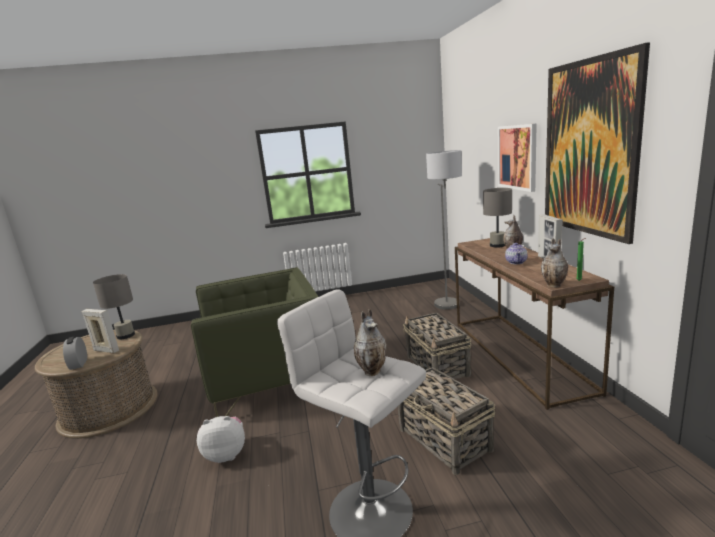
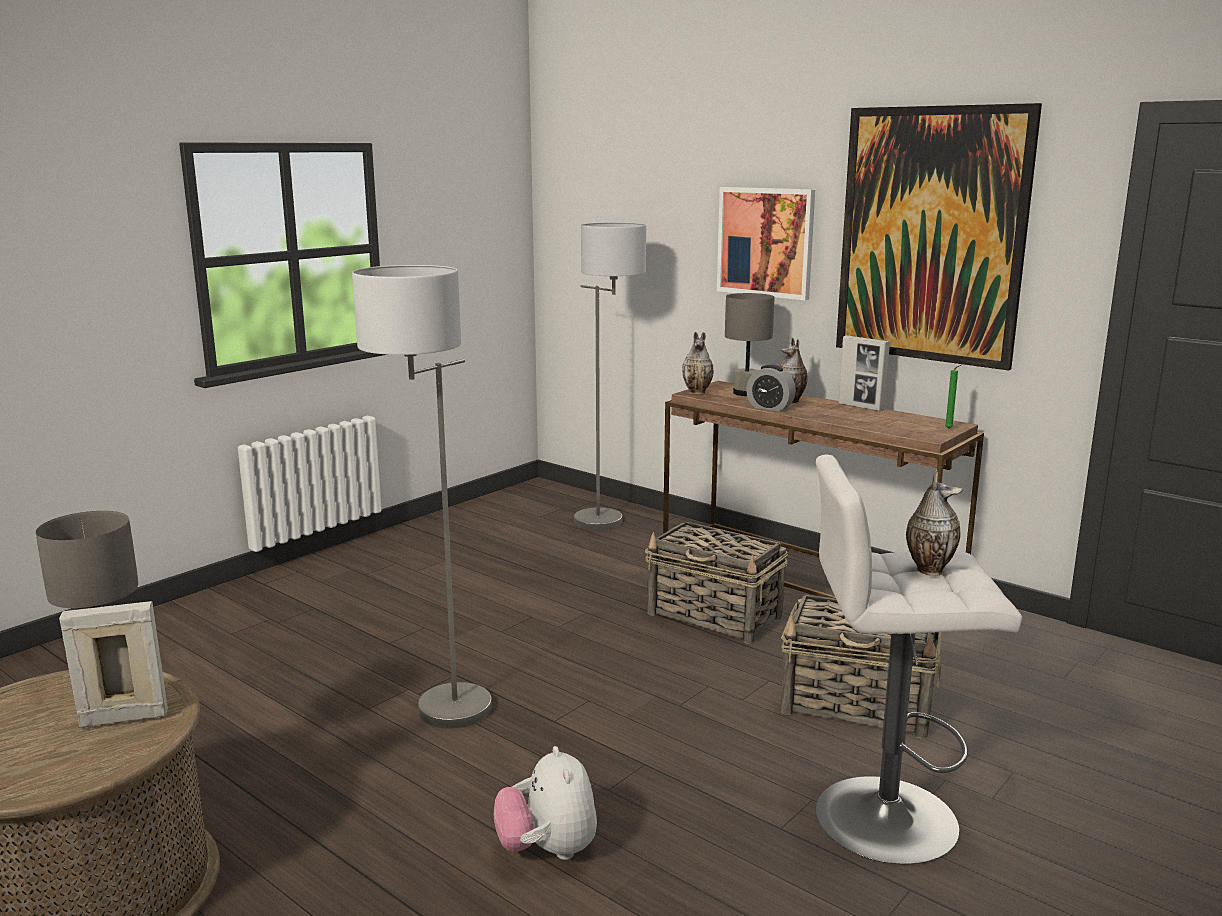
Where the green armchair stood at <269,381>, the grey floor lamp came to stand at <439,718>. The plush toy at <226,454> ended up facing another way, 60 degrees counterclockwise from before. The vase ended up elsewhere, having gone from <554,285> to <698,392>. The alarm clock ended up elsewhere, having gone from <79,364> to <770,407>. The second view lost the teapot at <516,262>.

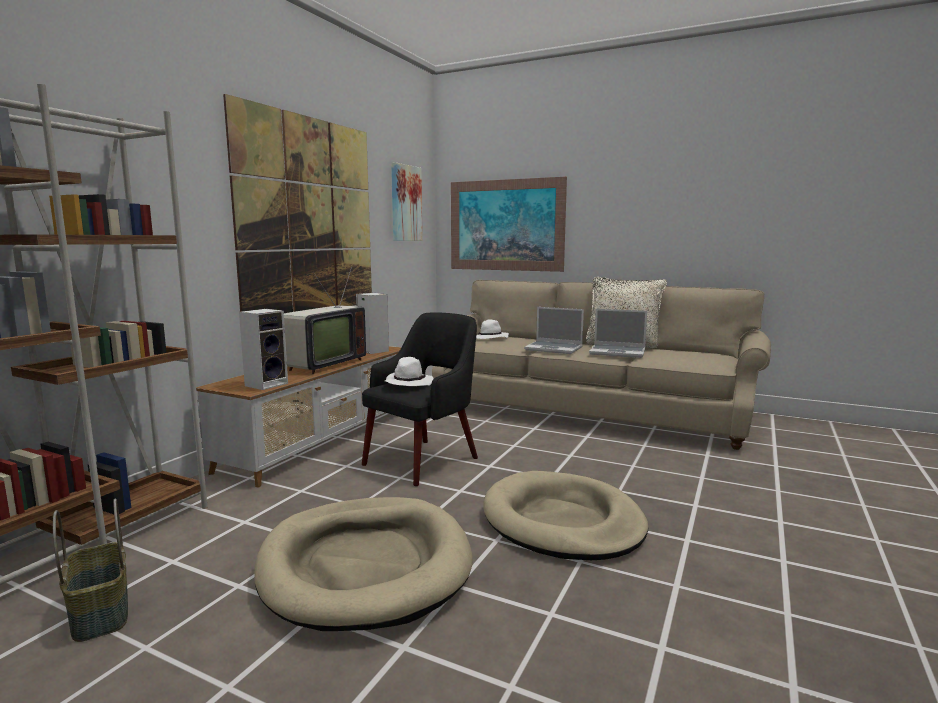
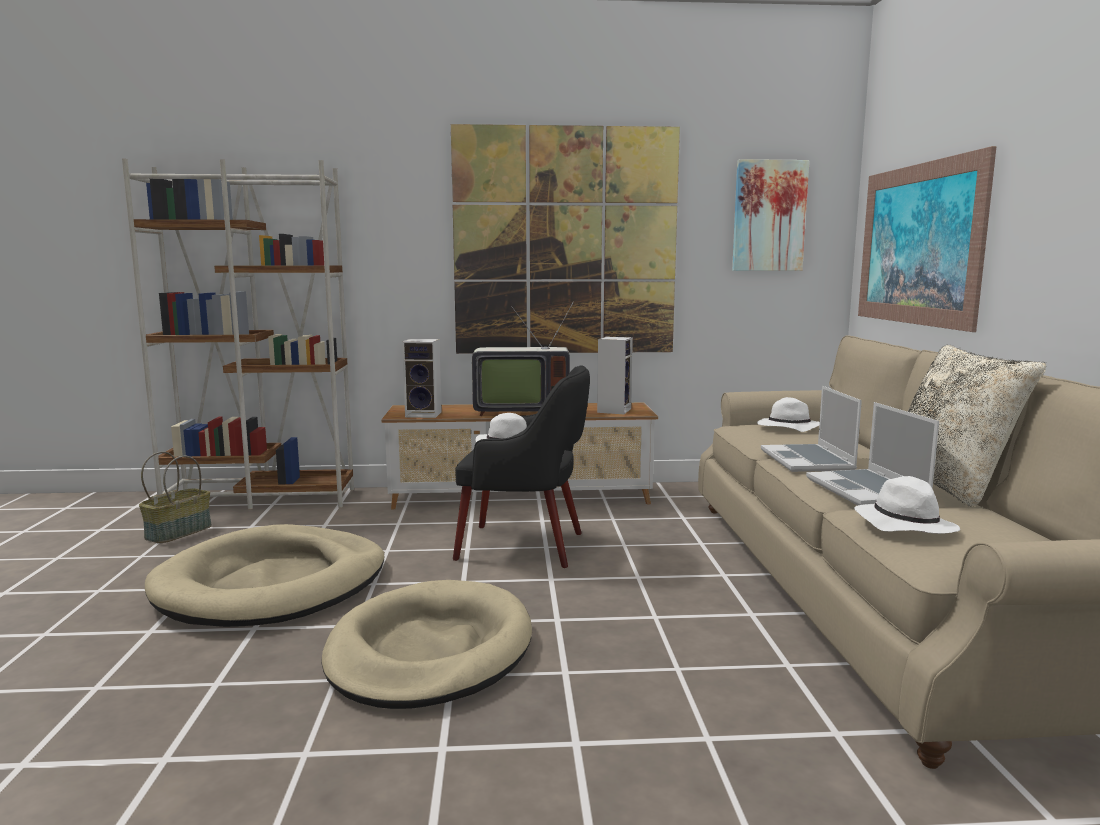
The second view gained the white hat at <903,525>.

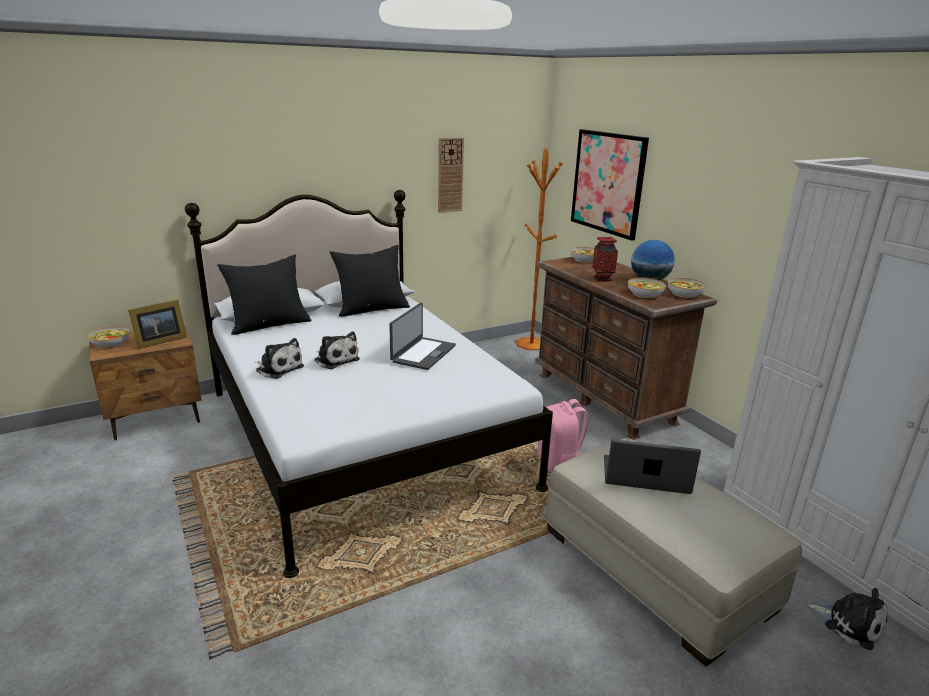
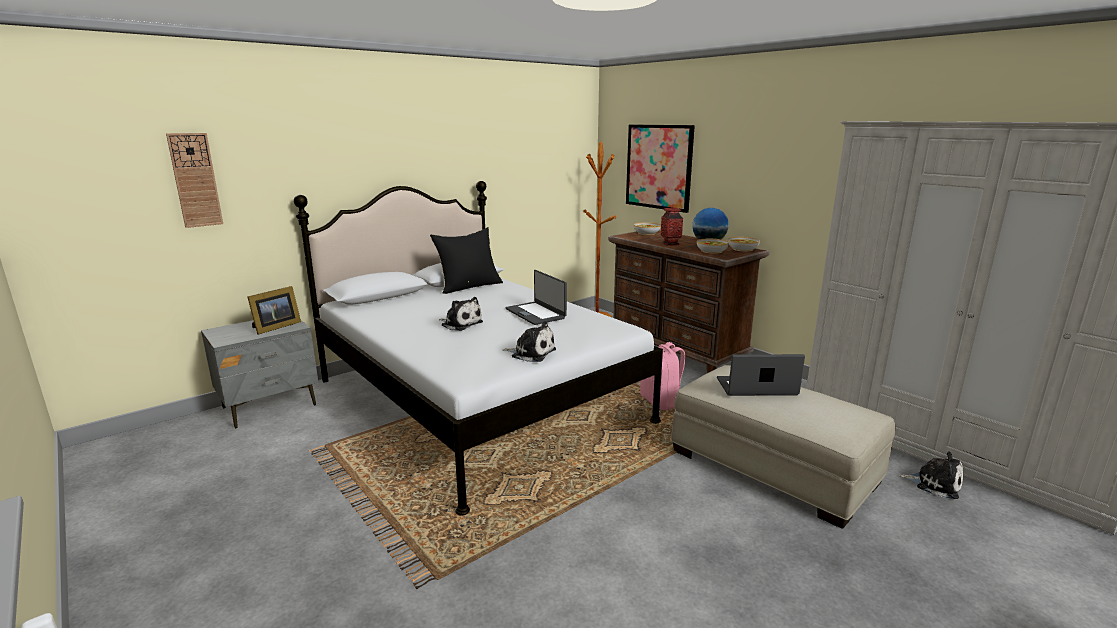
The wall clock ended up elsewhere, having gone from <450,175> to <195,180>. What was the brown nightstand at <156,418> turned into the grey nightstand at <270,406>. The plush toy ended up elsewhere, having gone from <278,368> to <531,353>. The laptop at <423,353> ended up facing another way, 135 degrees clockwise from before. The second view lost the bowl at <111,343>. The second view lost the black pillow at <269,324>.

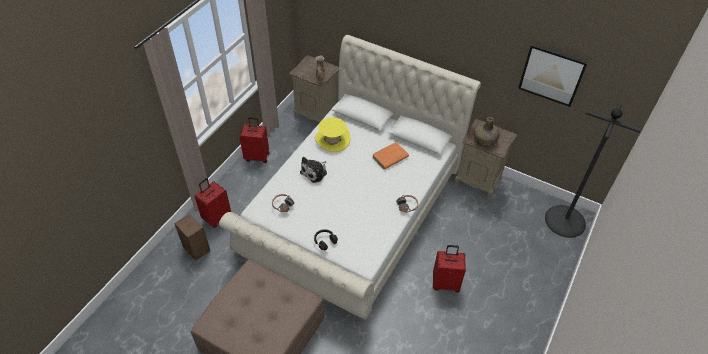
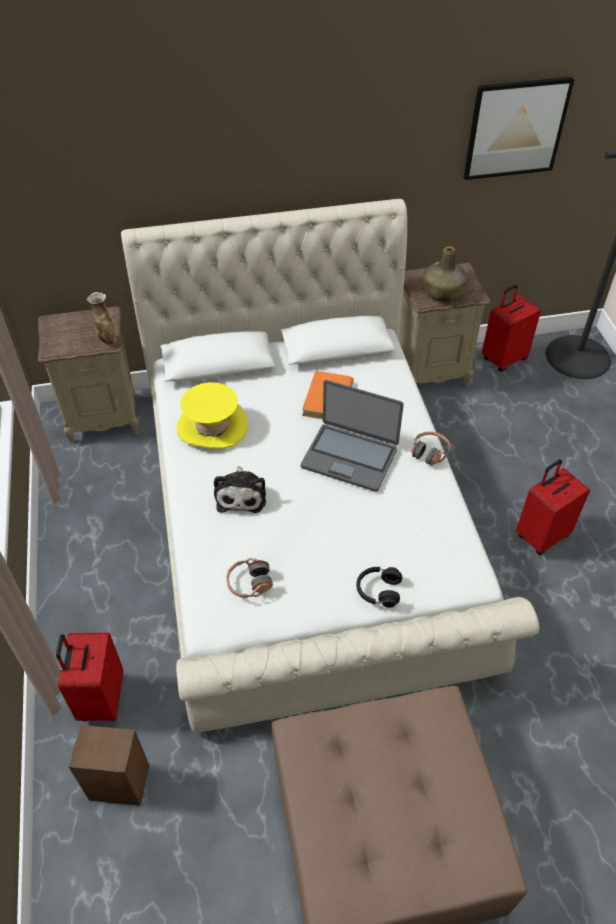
The second view gained the laptop at <350,457>. The red suitcase ended up elsewhere, having gone from <257,156> to <503,359>.

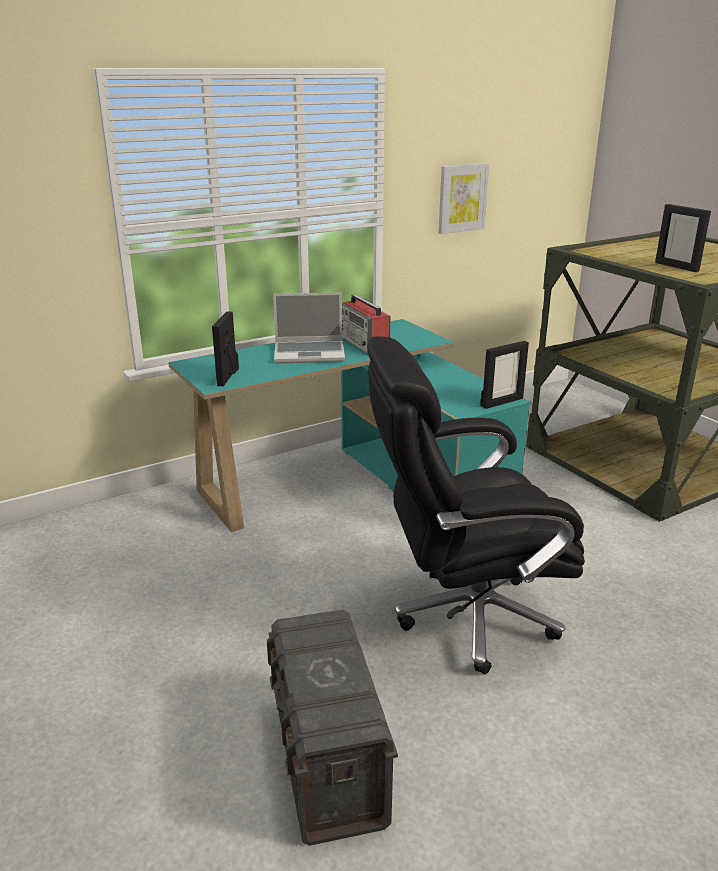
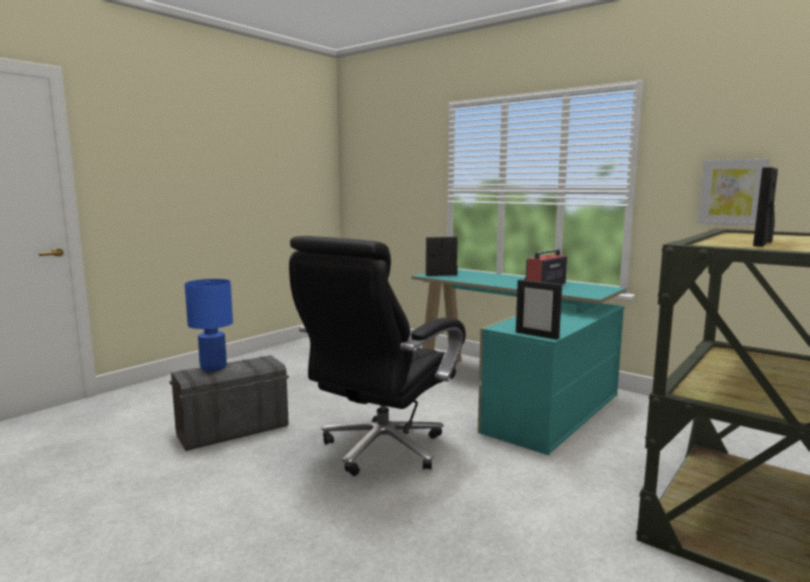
The second view gained the blue table lamp at <213,369>. The black office chair at <466,618> ended up facing another way, 120 degrees counterclockwise from before. The second view lost the laptop at <310,353>.

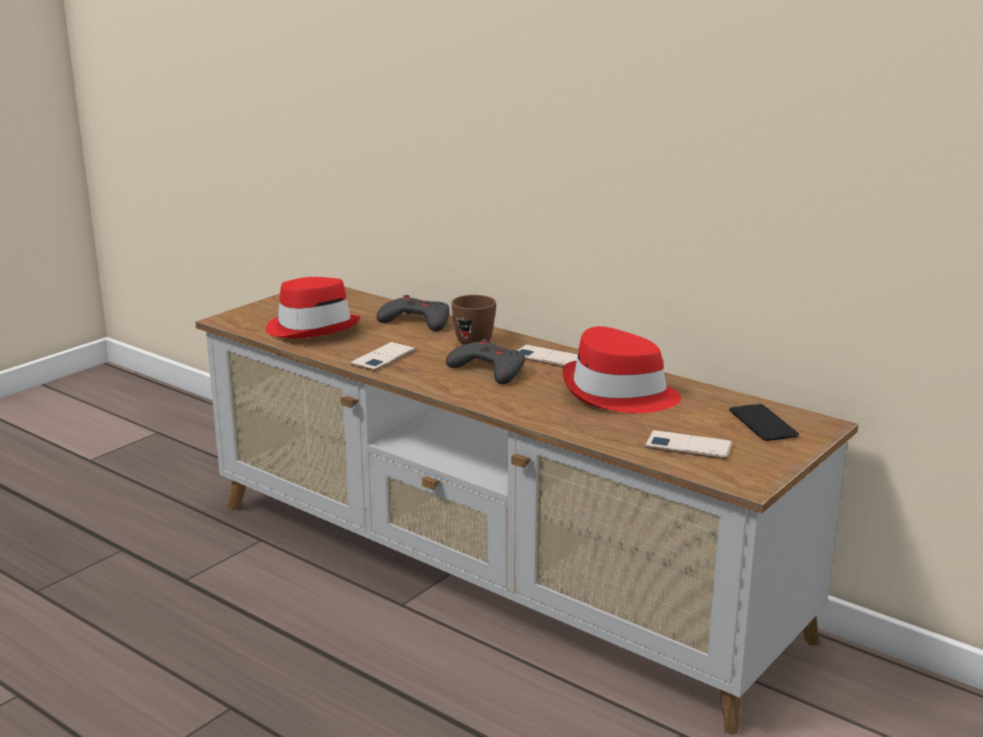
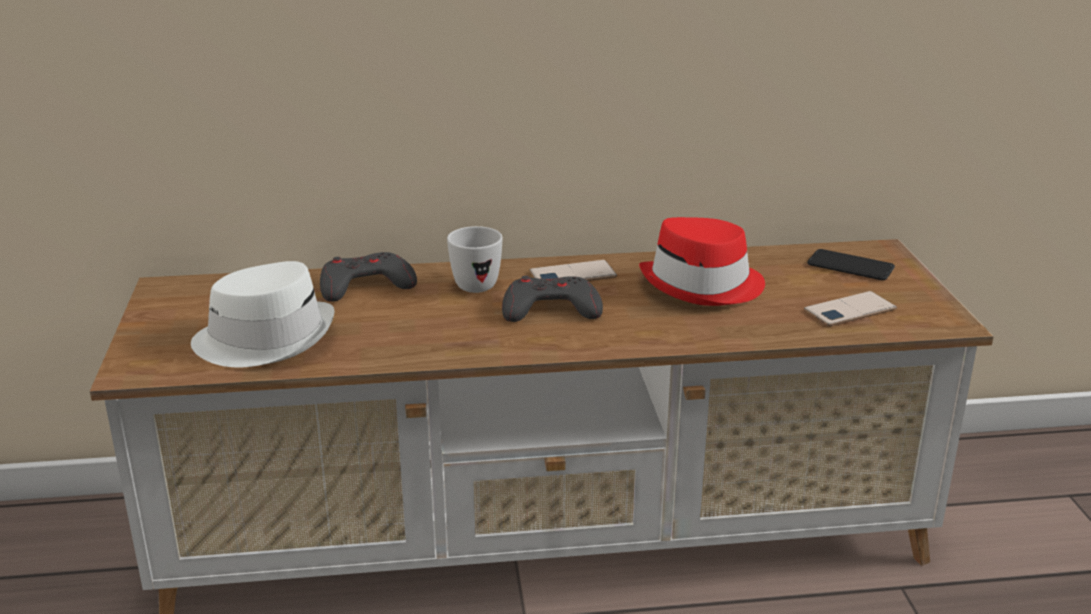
What was the red hat at <312,328> turned into the white hat at <266,338>. What was the brown mug at <478,341> turned into the white mug at <473,283>. The second view lost the phone at <383,357>.

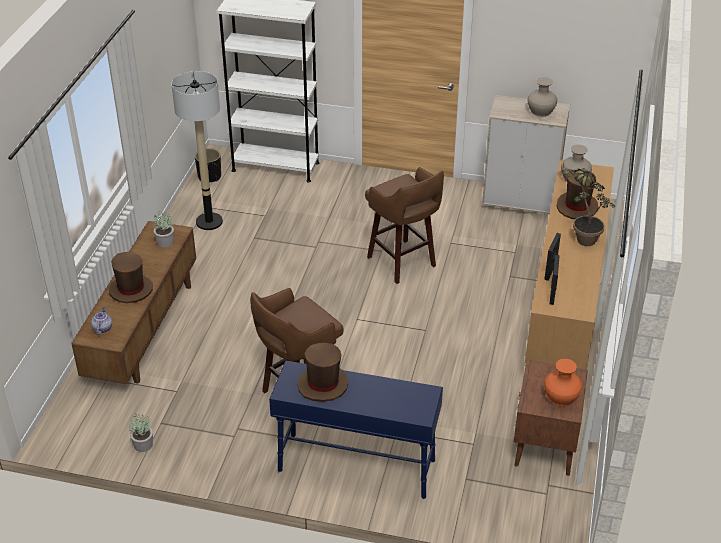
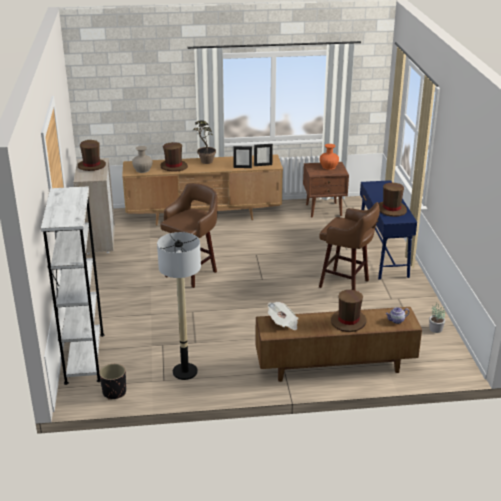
Where the beige vase stood at <541,111>, the brown hat came to stand at <91,166>. Where the potted plant stood at <165,242>, the newspaper came to stand at <283,323>.

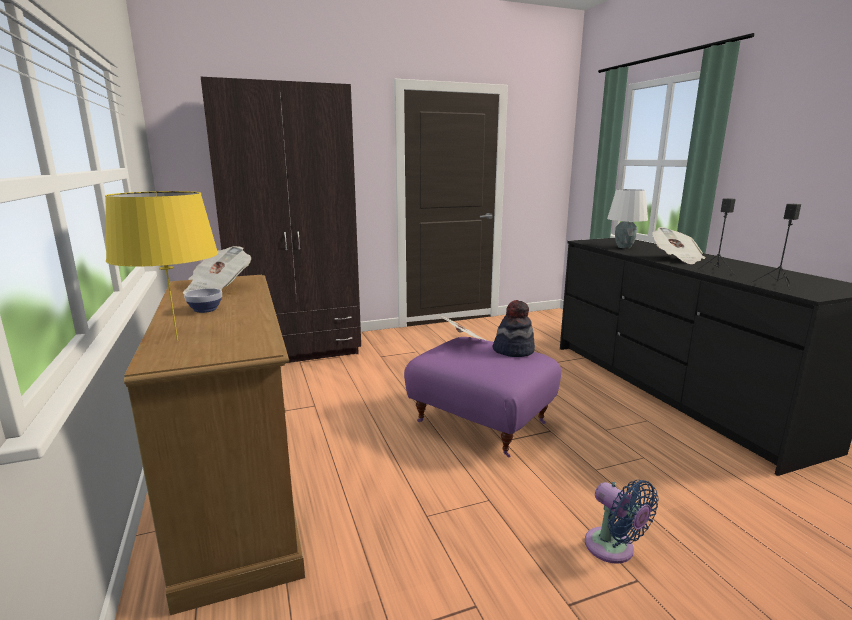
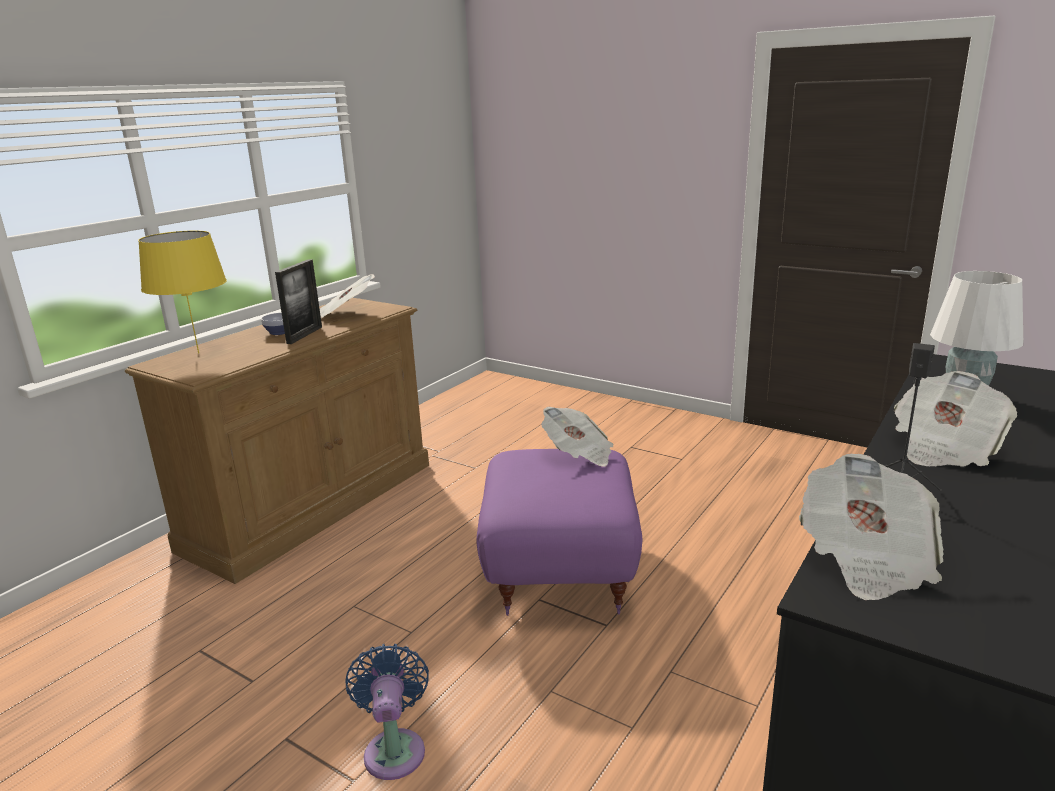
The second view gained the picture frame at <304,335>. The blue fan at <613,549> ended up facing another way, 150 degrees clockwise from before. Where the black speaker stood at <777,285>, the newspaper came to stand at <866,558>. The second view lost the brown wardrobe at <298,351>. The second view lost the hat at <513,350>.

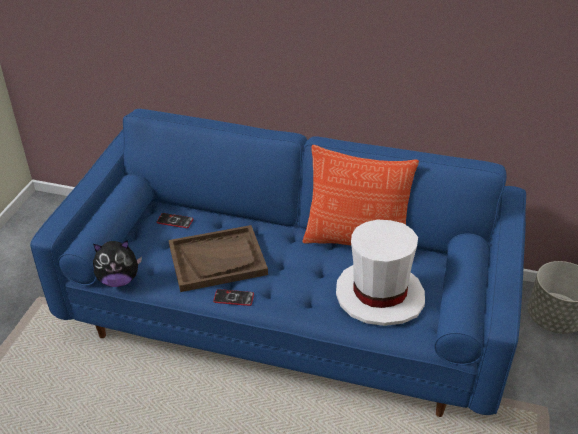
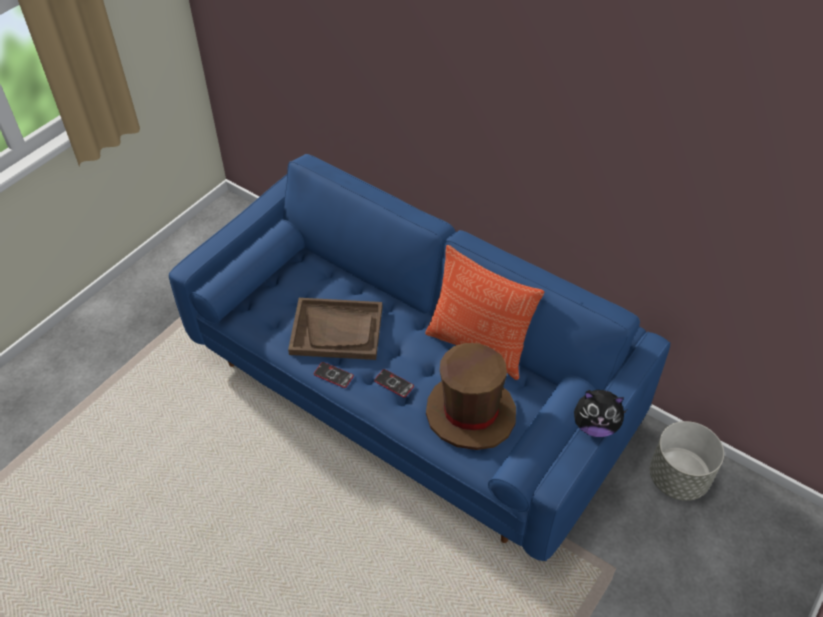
The phone ended up elsewhere, having gone from <175,221> to <394,383>. What was the white hat at <379,295> turned into the brown hat at <470,413>. The plush toy ended up elsewhere, having gone from <119,280> to <595,426>.

